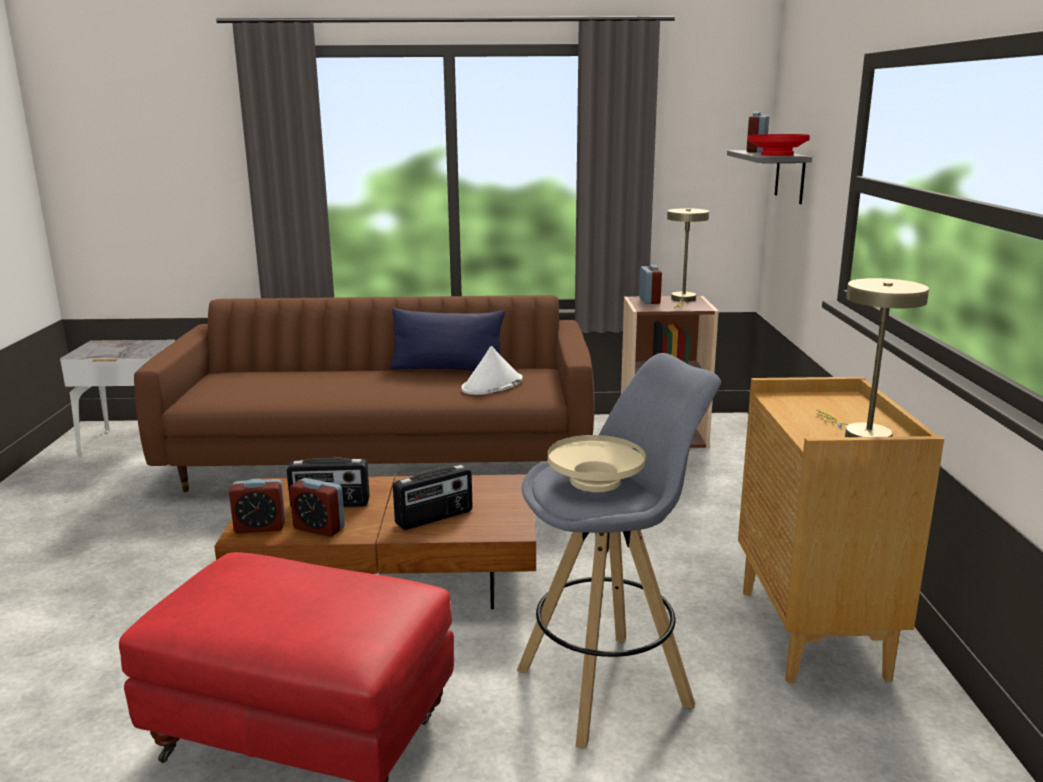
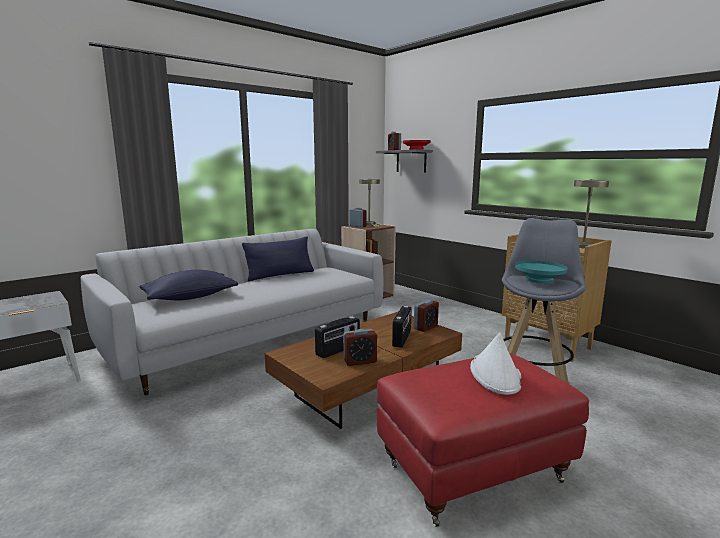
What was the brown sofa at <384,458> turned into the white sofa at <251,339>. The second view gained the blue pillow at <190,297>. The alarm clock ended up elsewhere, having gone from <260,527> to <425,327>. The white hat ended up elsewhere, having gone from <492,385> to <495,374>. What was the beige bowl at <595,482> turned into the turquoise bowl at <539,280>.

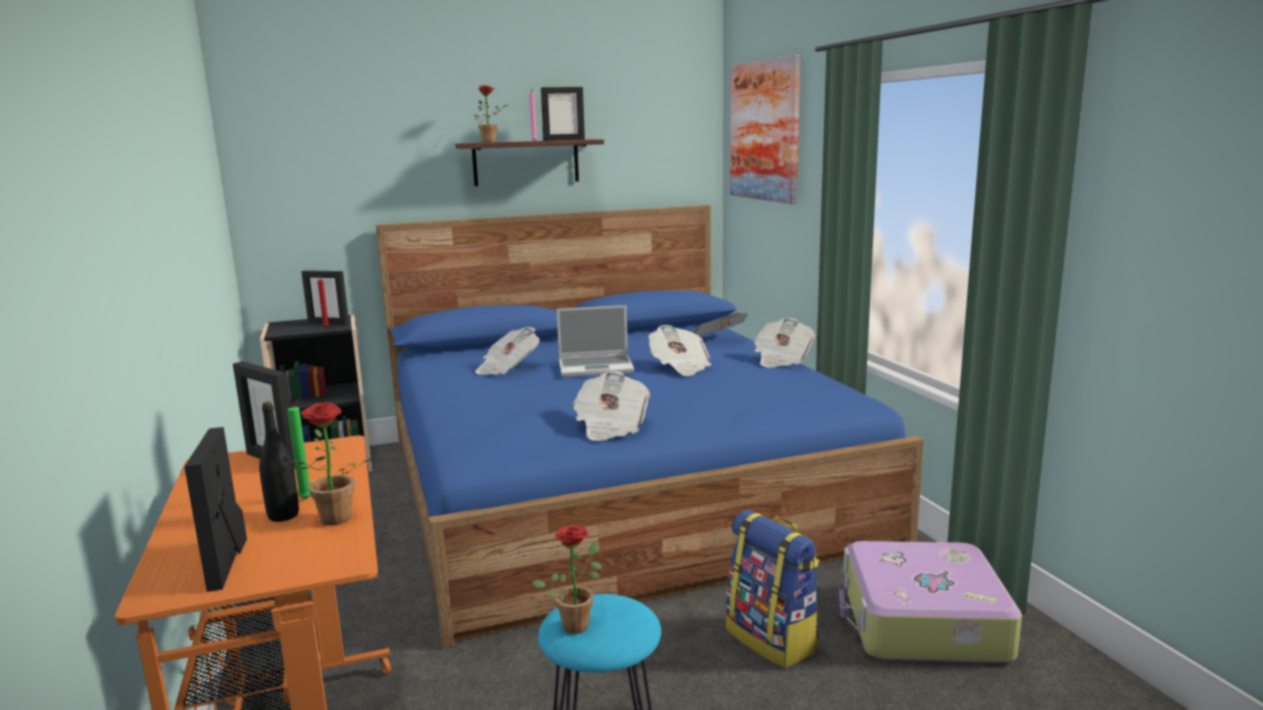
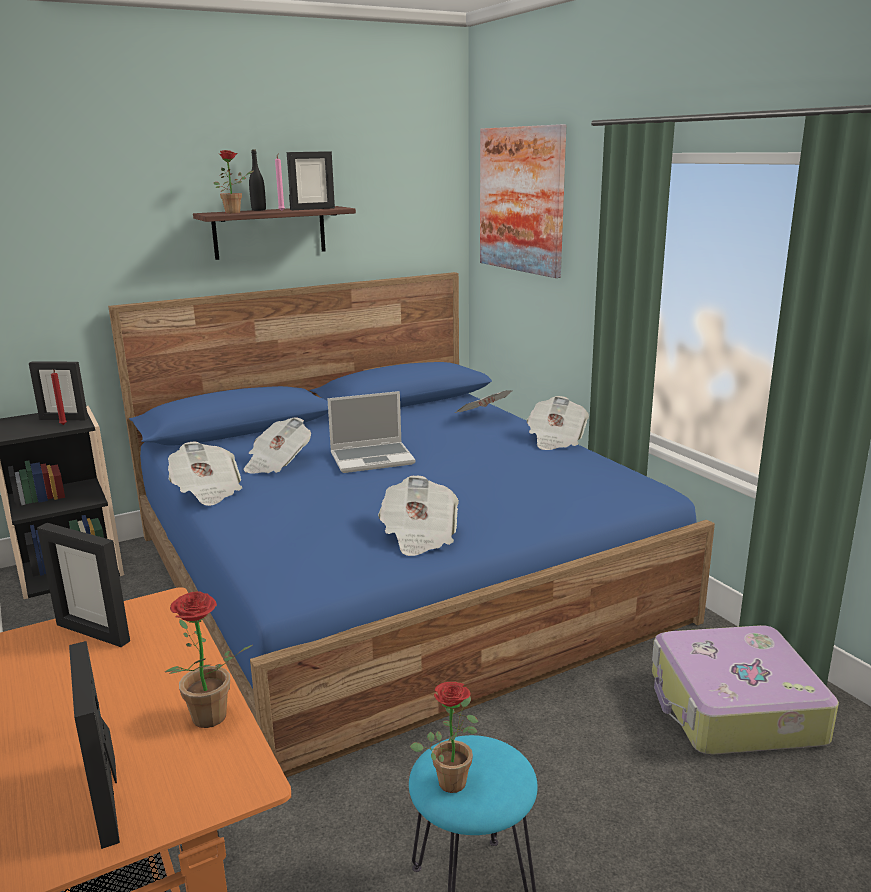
The newspaper ended up elsewhere, having gone from <679,367> to <207,491>. The black bottle ended up elsewhere, having gone from <283,516> to <258,210>. The second view lost the green candle at <307,499>. The second view lost the backpack at <773,639>.

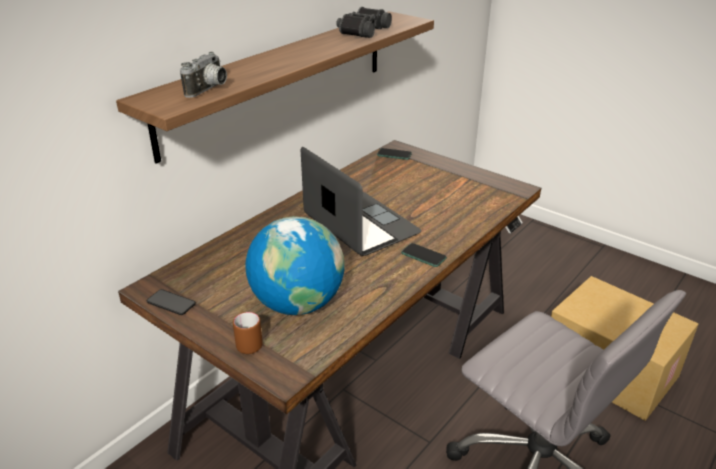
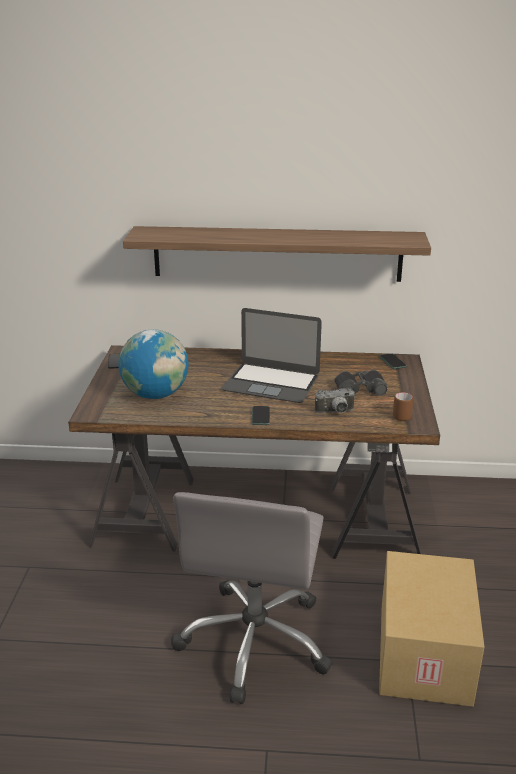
The laptop at <360,224> ended up facing another way, 90 degrees clockwise from before. The photo camera ended up elsewhere, having gone from <209,90> to <335,412>. The black binoculars ended up elsewhere, having gone from <362,31> to <360,389>. The brown mug ended up elsewhere, having gone from <248,343> to <403,415>.

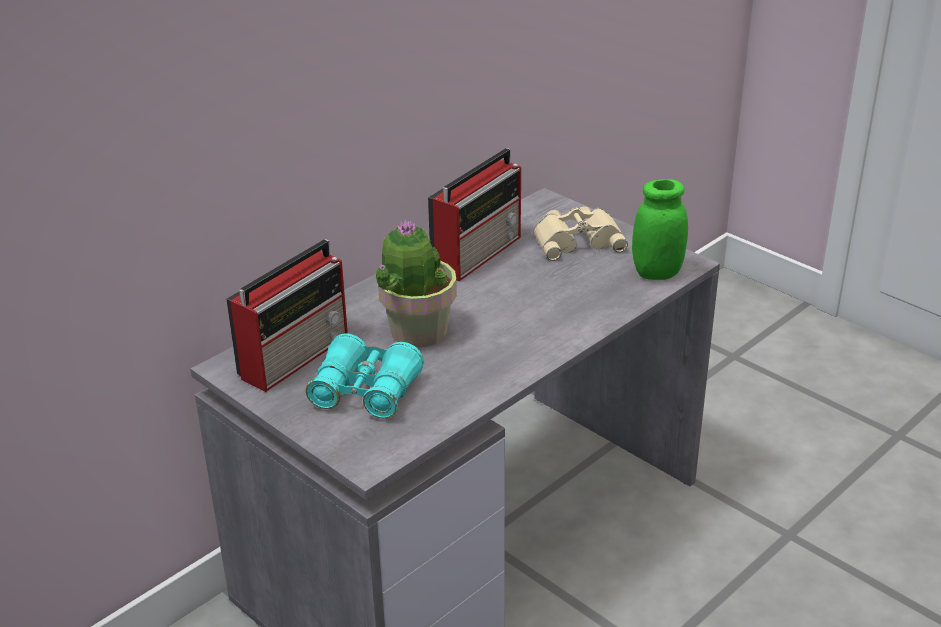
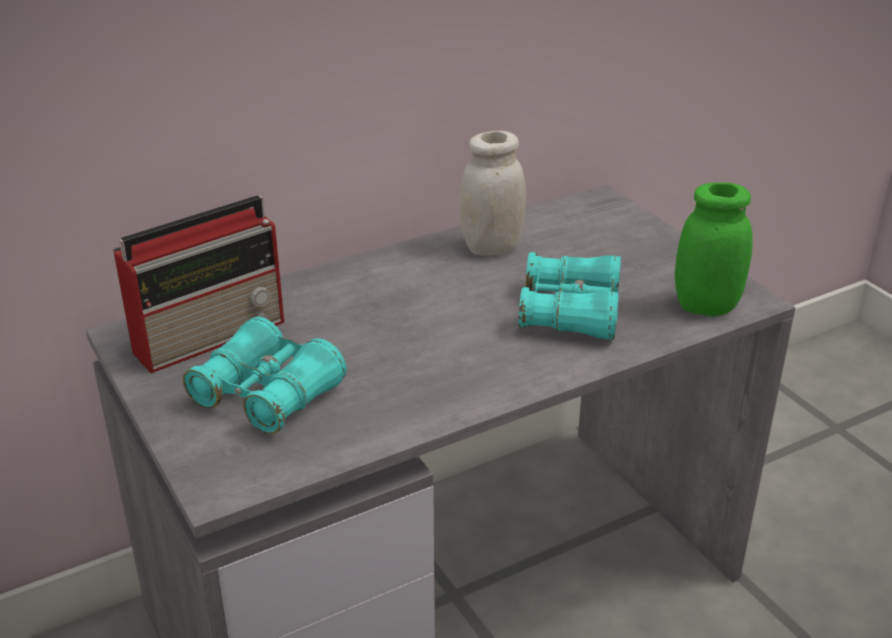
Where the radio stood at <478,252>, the white jar came to stand at <491,247>. The second view gained the turquoise binoculars at <570,313>. The second view lost the potted plant at <417,332>. The second view lost the beige binoculars at <577,239>.

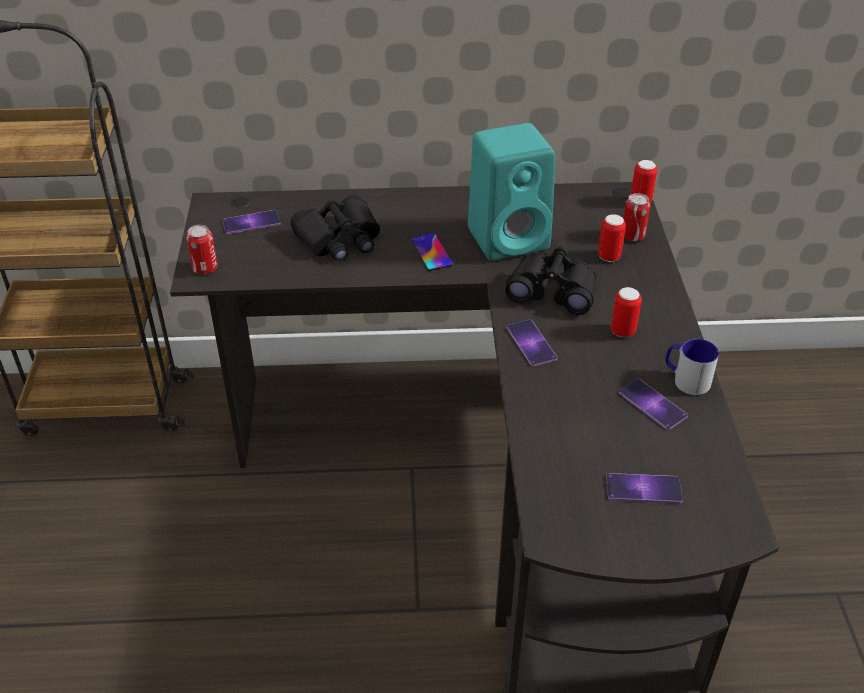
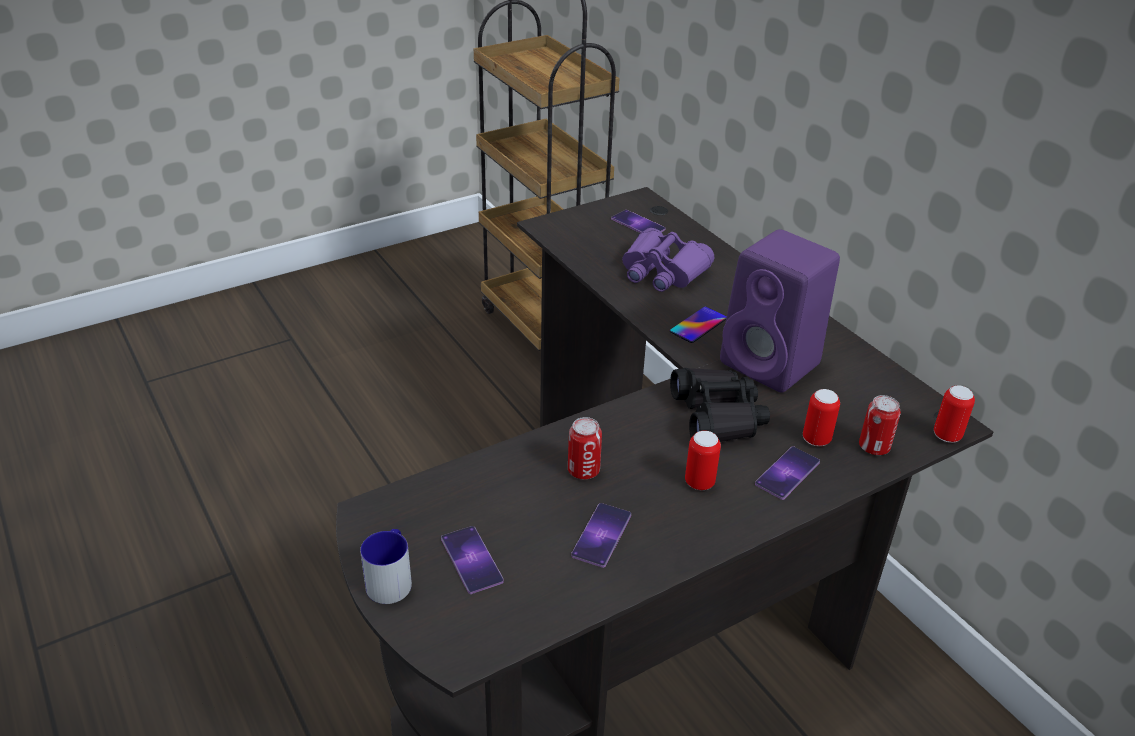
The mug ended up elsewhere, having gone from <685,379> to <391,579>. The can ended up elsewhere, having gone from <205,268> to <583,470>. What was the black binoculars at <339,239> turned into the purple binoculars at <662,272>. What was the turquoise speaker at <510,238> turned into the purple speaker at <772,364>. The phone ended up elsewhere, having gone from <531,343> to <787,473>.

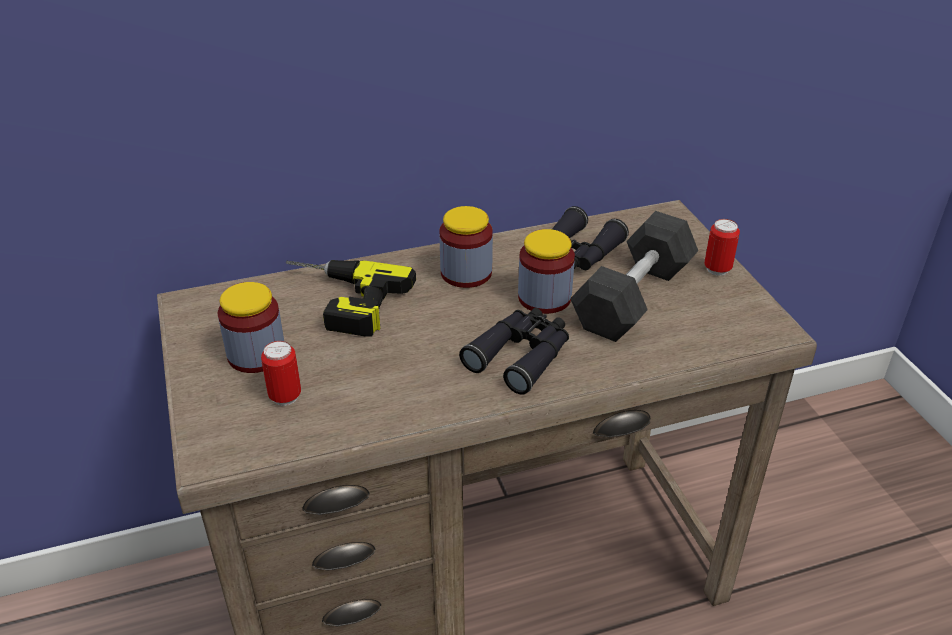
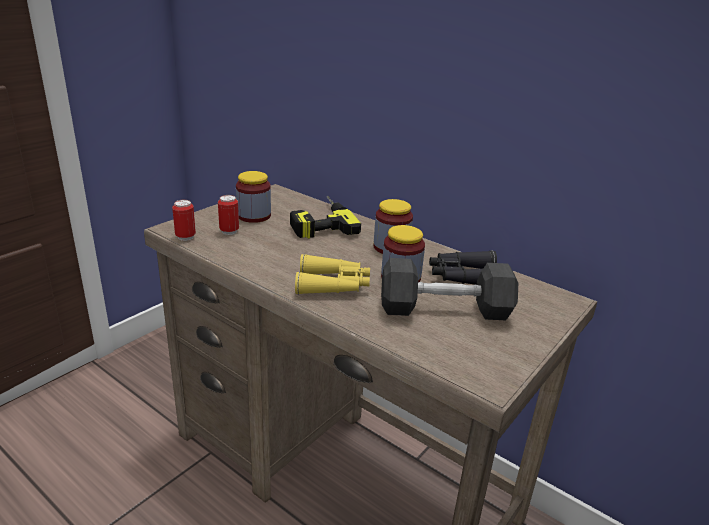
The can ended up elsewhere, having gone from <717,269> to <185,237>. What was the black binoculars at <521,356> turned into the yellow binoculars at <333,285>.

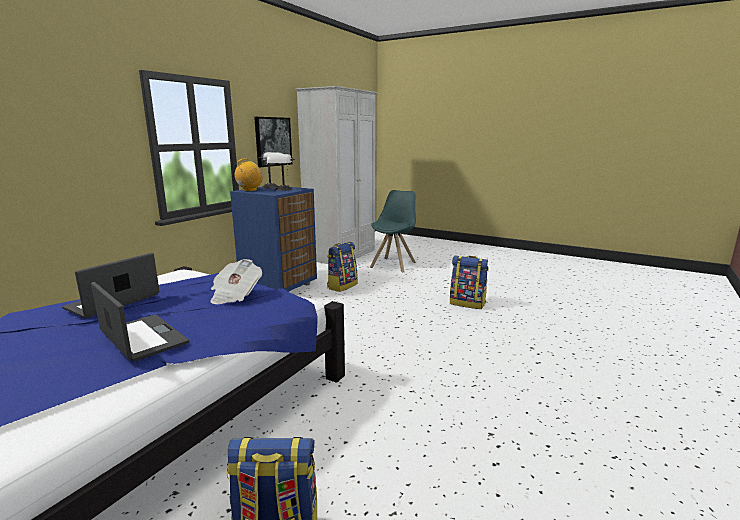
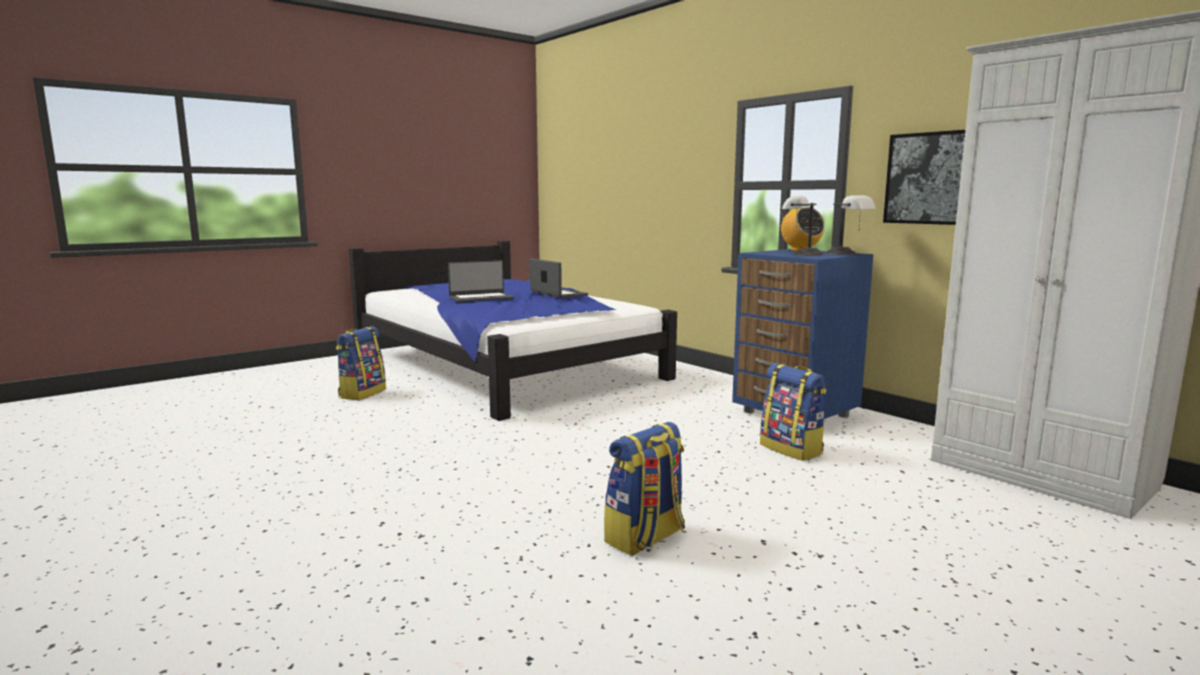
The second view lost the newspaper at <235,295>. The second view lost the turquoise chair at <393,265>.

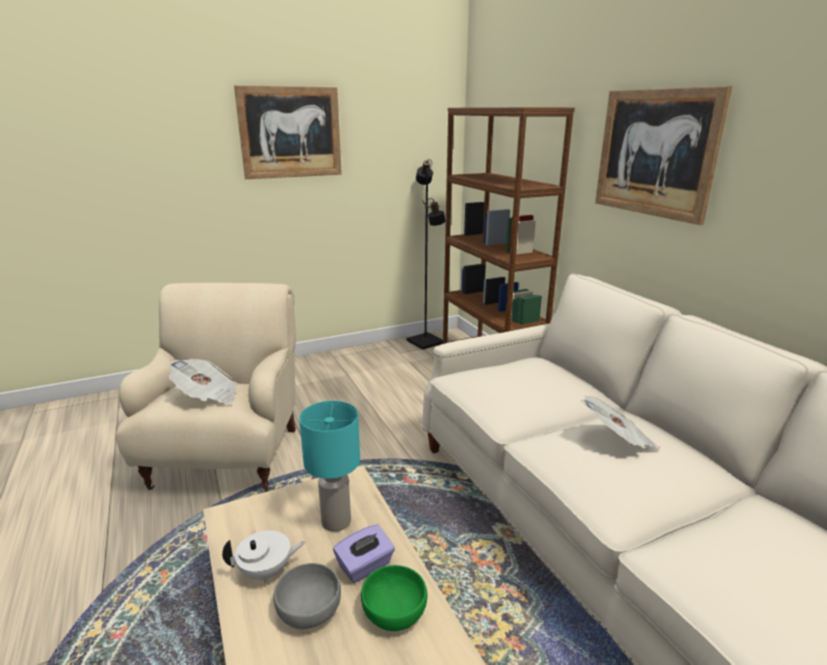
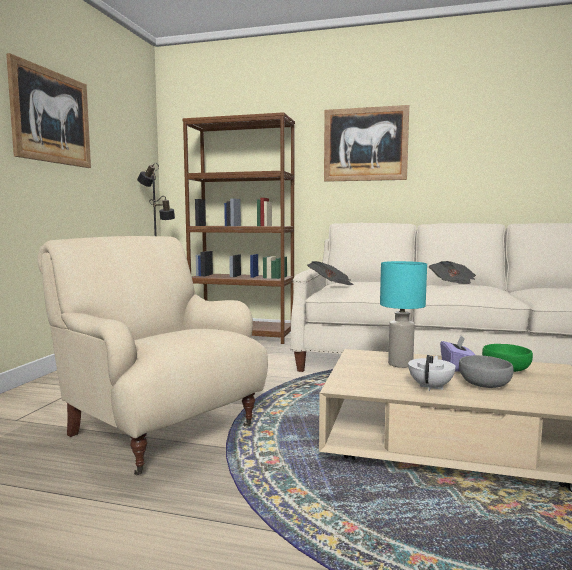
The newspaper ended up elsewhere, having gone from <207,396> to <331,286>.

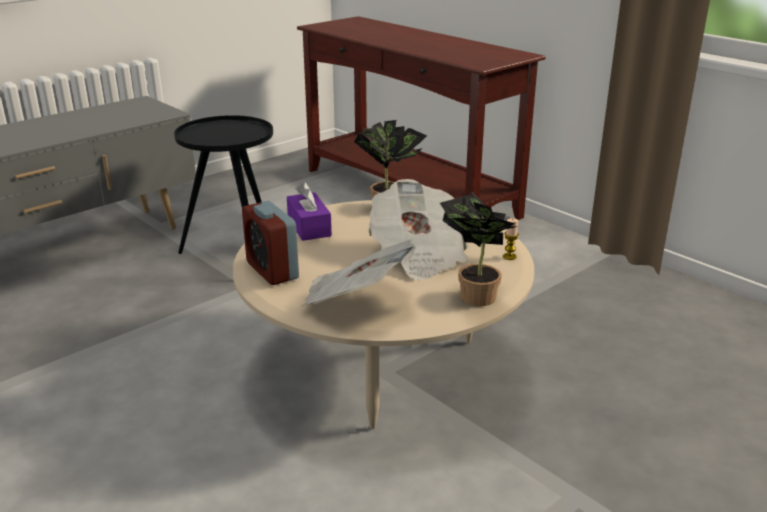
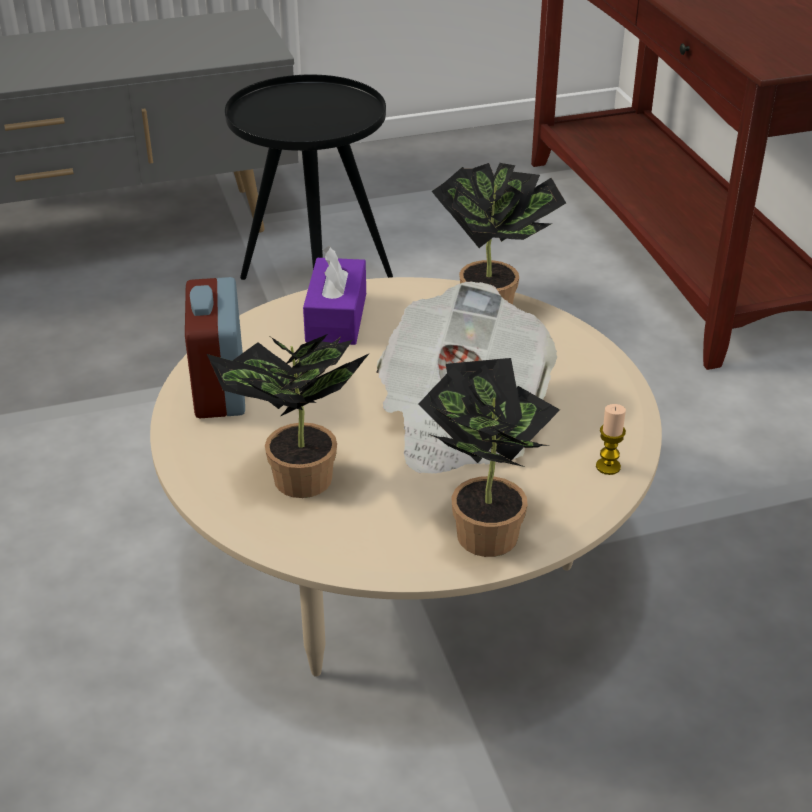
Where the newspaper stood at <356,300>, the potted plant came to stand at <295,483>.

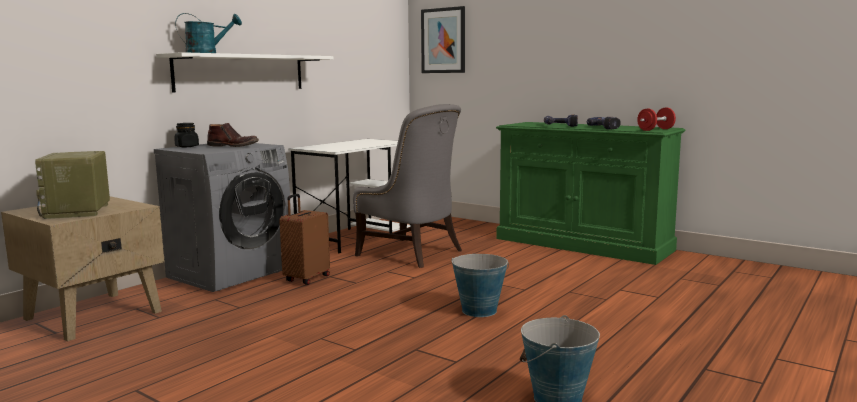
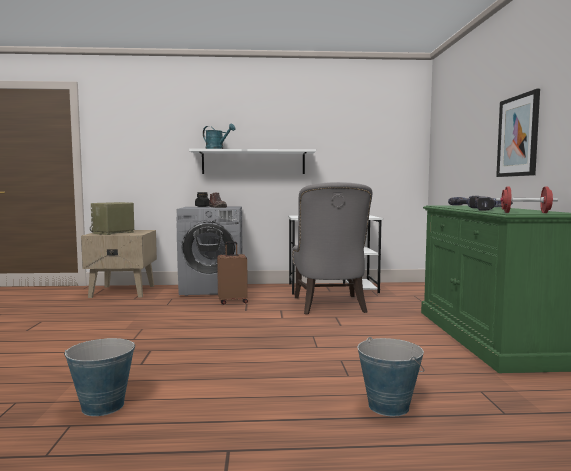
The bucket ended up elsewhere, having gone from <479,310> to <388,406>. The picture ended up elsewhere, having gone from <443,40> to <518,136>.

